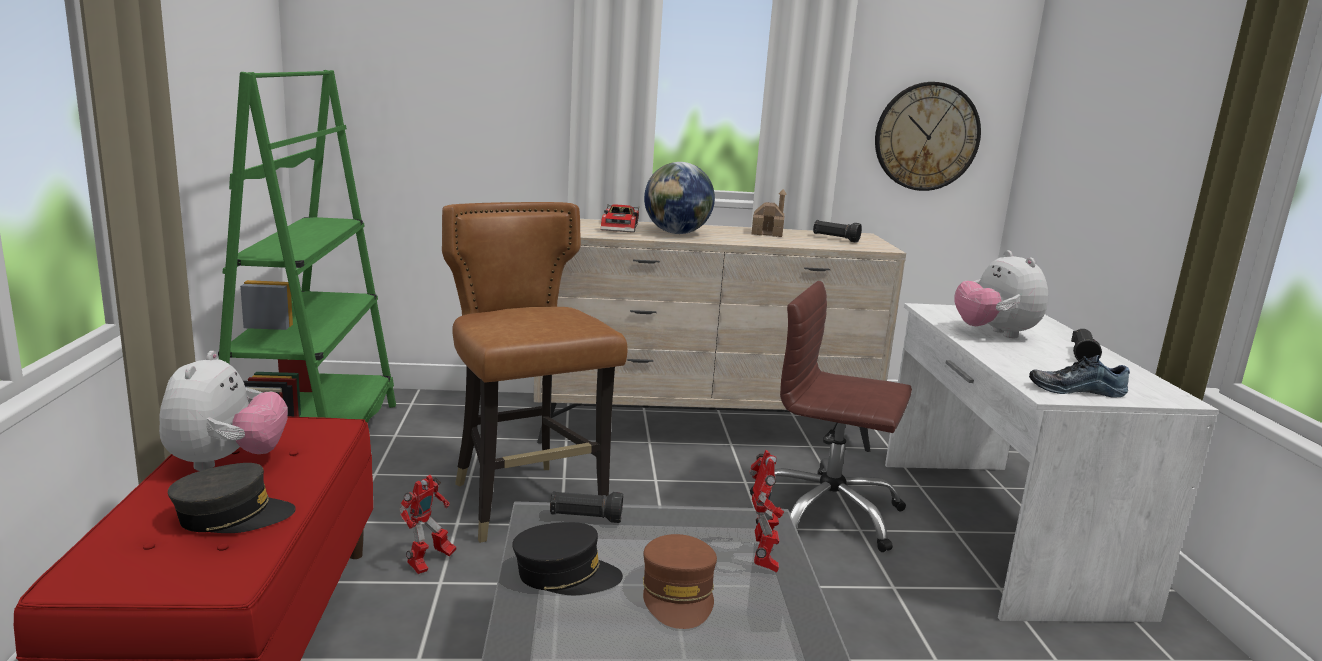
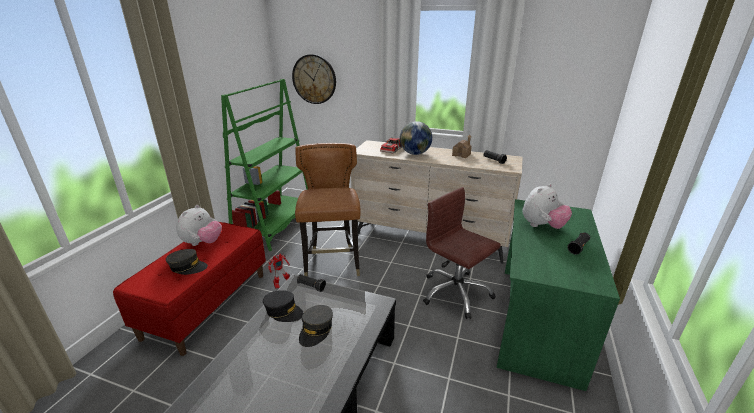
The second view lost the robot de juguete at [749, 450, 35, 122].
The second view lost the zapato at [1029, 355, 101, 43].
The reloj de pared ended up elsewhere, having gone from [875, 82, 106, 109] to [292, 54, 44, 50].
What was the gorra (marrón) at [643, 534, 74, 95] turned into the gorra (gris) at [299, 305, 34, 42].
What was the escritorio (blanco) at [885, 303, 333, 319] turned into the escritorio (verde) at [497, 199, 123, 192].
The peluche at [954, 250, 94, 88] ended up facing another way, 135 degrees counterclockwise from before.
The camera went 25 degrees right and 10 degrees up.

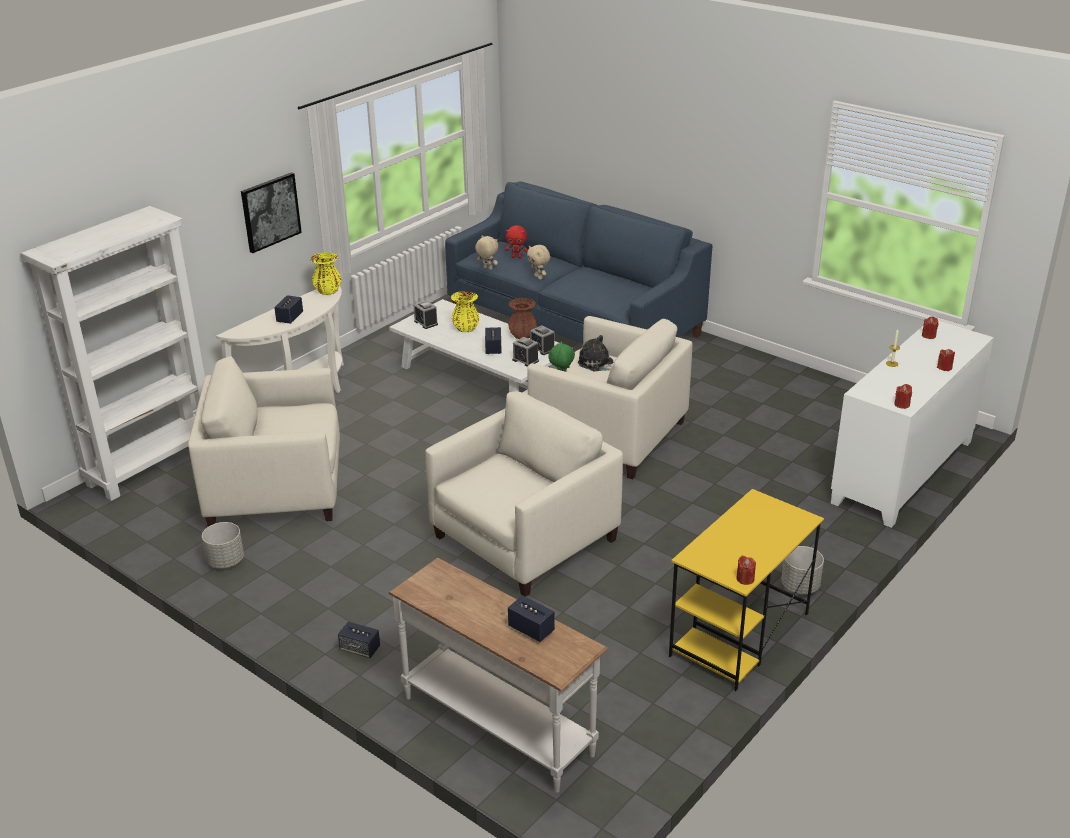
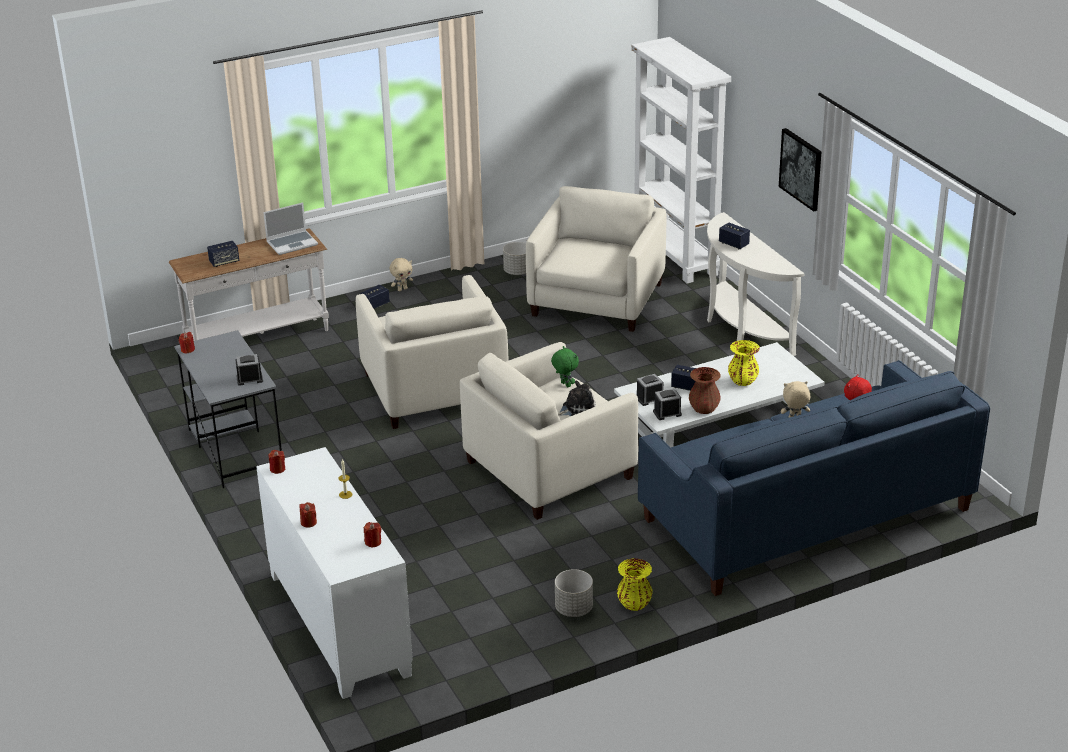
The second view gained the portátil at [263, 202, 55, 53].
The florero (amarillo) ended up elsewhere, having gone from [310, 252, 31, 43] to [617, 558, 35, 53].
The despertador ended up elsewhere, having gone from [414, 300, 24, 29] to [235, 354, 28, 32].
The peluche (beis) ended up elsewhere, having gone from [475, 236, 23, 34] to [390, 258, 23, 33].
The maceta (gris) ended up elsewhere, having gone from [781, 546, 43, 48] to [555, 569, 38, 48].
What was the escritorio (amarillo) at [669, 489, 155, 202] turned into the escritorio (gris) at [174, 330, 108, 158].
The camera went 115 degrees right and 0 degrees up.

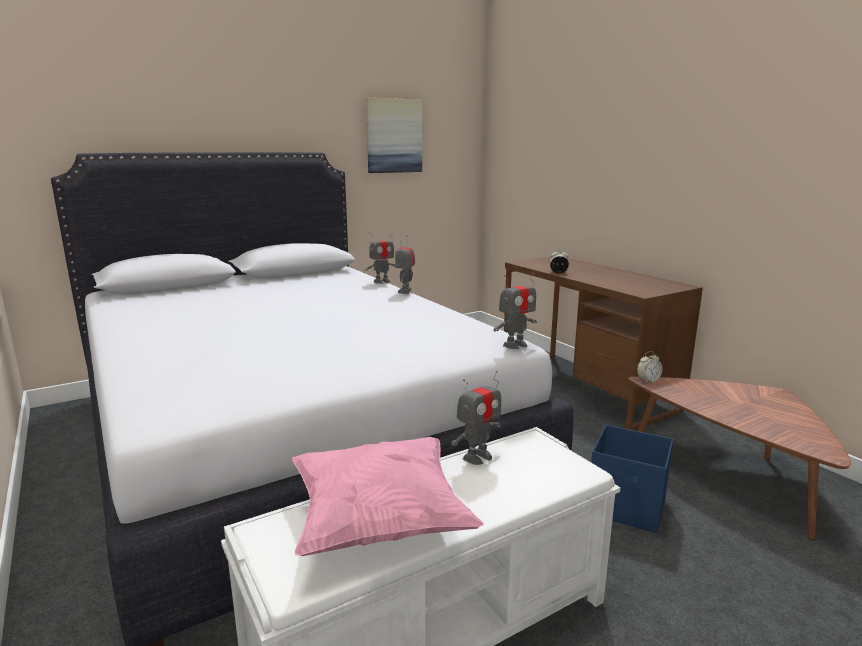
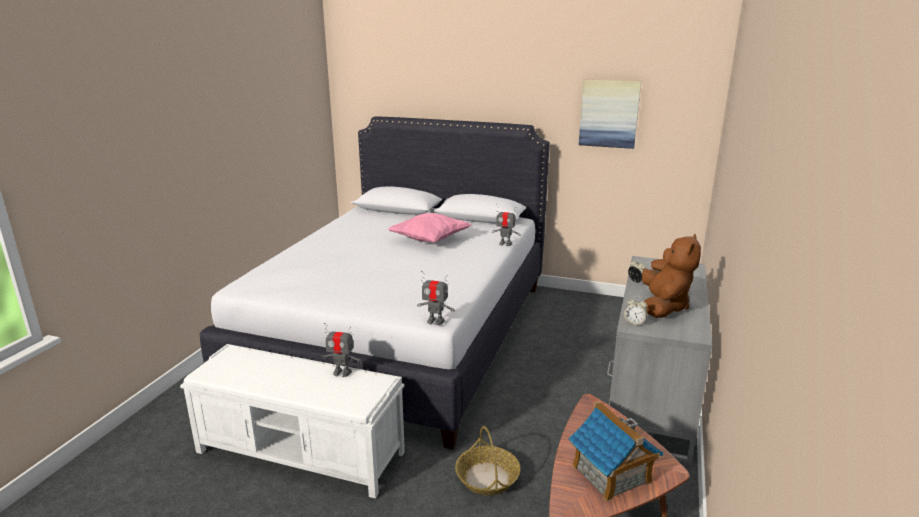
The second view lost the robot de juguete at [395, 236, 20, 58].
The second view gained the casita at [568, 401, 96, 100].
The second view gained the peluche (marrón) at [642, 233, 59, 85].
The cojín (rosa) ended up elsewhere, having gone from [292, 437, 192, 119] to [388, 213, 83, 30].
The despertador ended up elsewhere, having gone from [637, 351, 26, 32] to [624, 297, 24, 29].
Where the caja de almacenaje (azul) stood at [591, 425, 82, 108], the cesta came to stand at [455, 426, 66, 69].
What was the escritorio (marrón) at [504, 257, 199, 173] turned into the escritorio (gris) at [607, 256, 105, 207].
The camera went 50 degrees right and 5 degrees up.

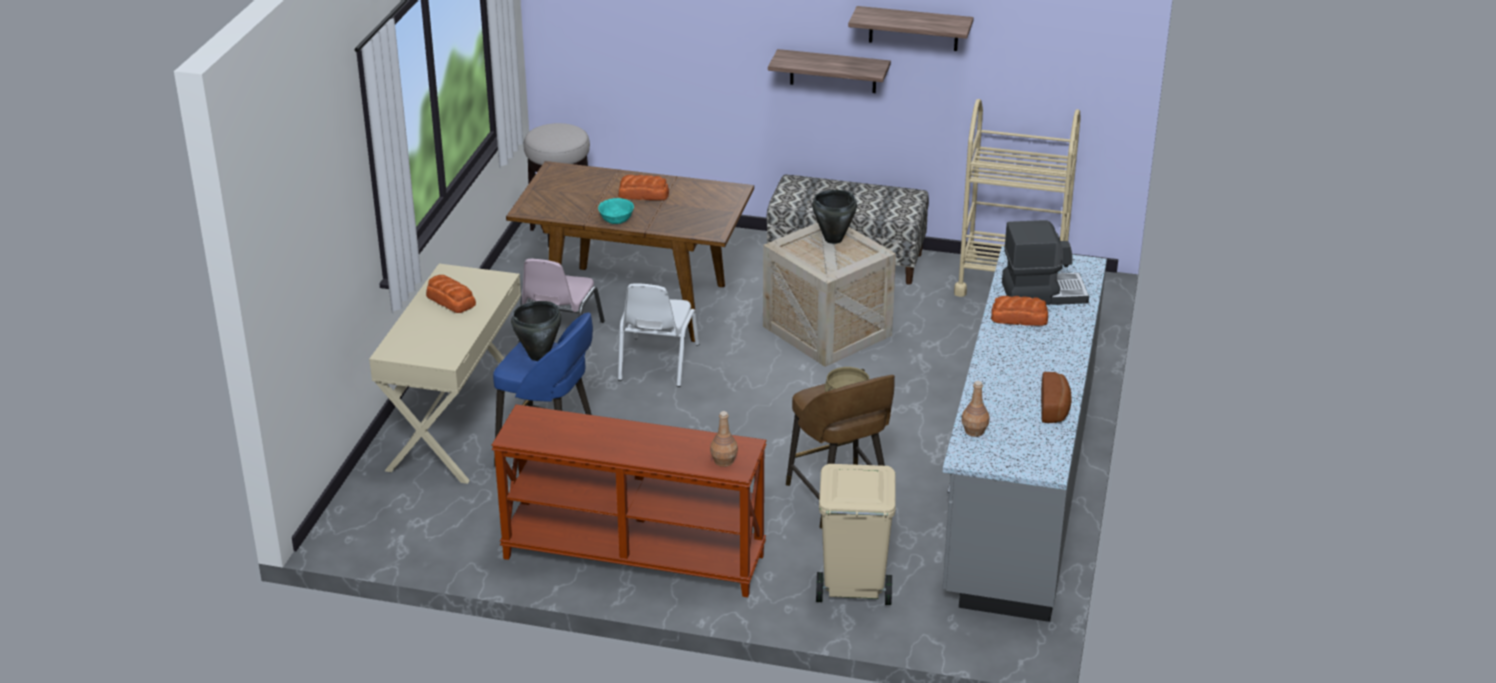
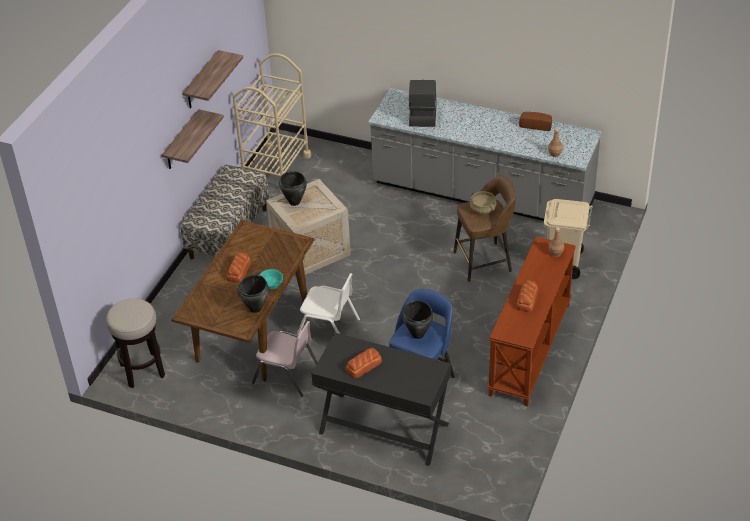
The second view gained the olla (negro) at [238, 275, 30, 38].
The pan ended up elsewhere, having gone from [991, 296, 57, 30] to [516, 280, 22, 32].
What was the escritorio (beis) at [369, 264, 152, 220] turned into the escritorio (negro) at [311, 333, 140, 133].
The camera went 80 degrees left and 10 degrees up.

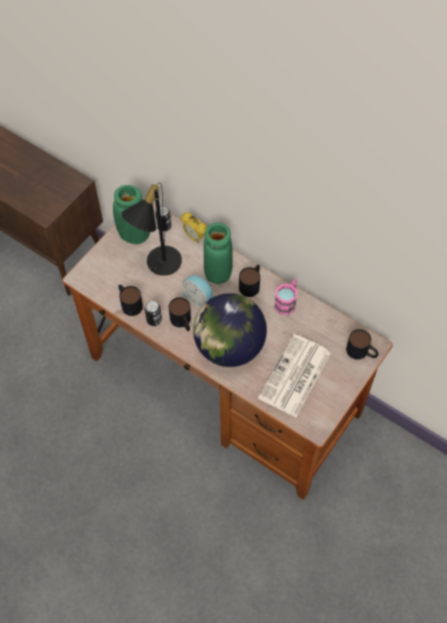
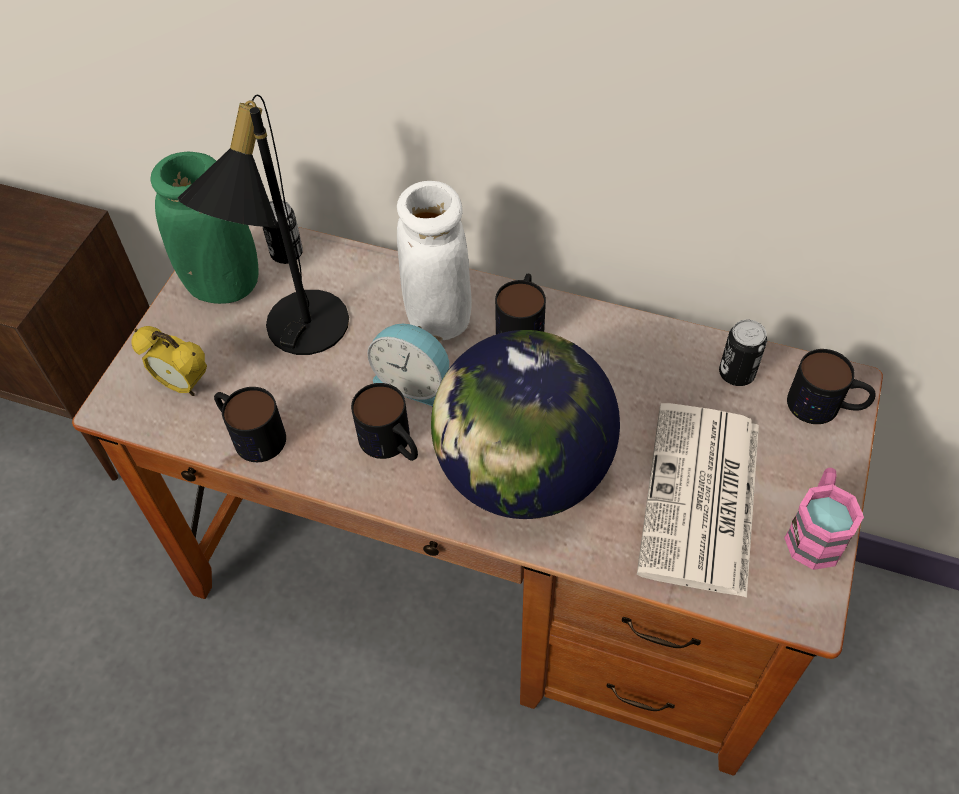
The lata ended up elsewhere, having gone from [145, 300, 17, 26] to [719, 320, 48, 66].
The despertador ended up elsewhere, having gone from [181, 212, 26, 31] to [131, 326, 76, 70].
The taza grande (rosa) ended up elsewhere, having gone from [274, 279, 23, 36] to [784, 468, 80, 102].
What was the florero (verde) at [204, 223, 29, 61] turned into the florero (blanco) at [397, 181, 75, 159].
The camera went 15 degrees left and 5 degrees down.

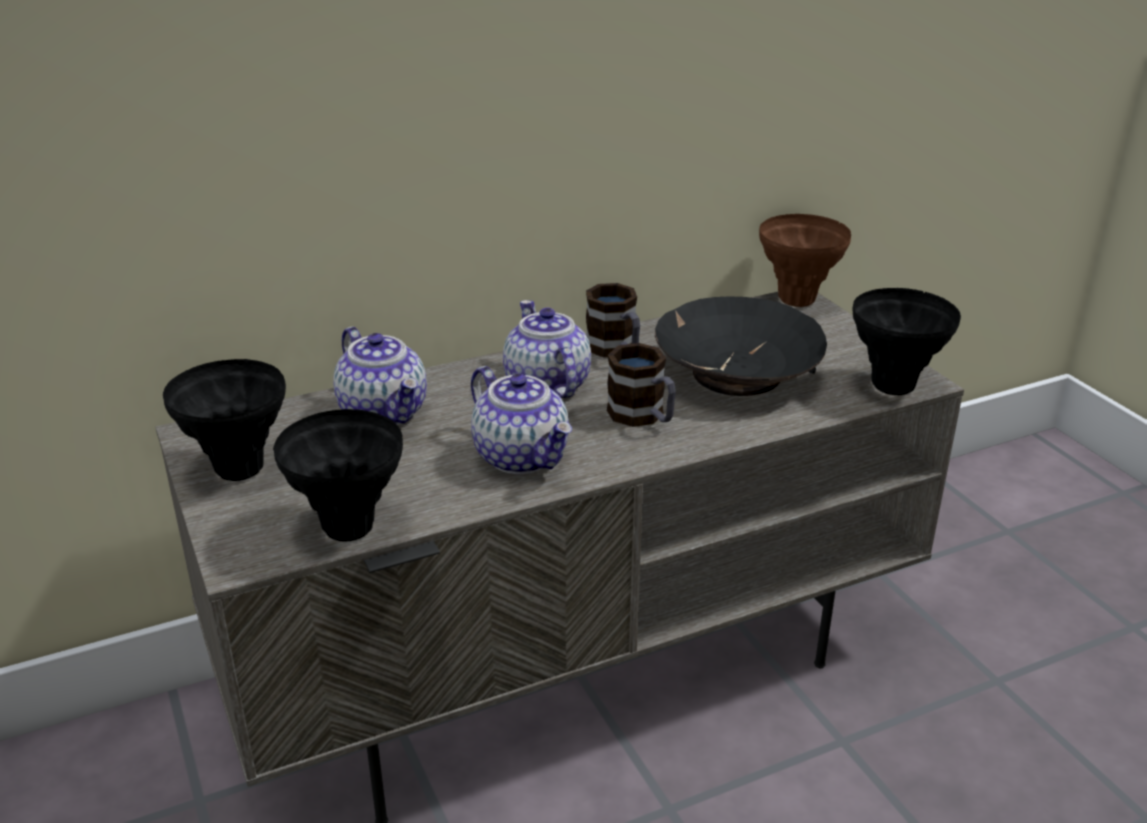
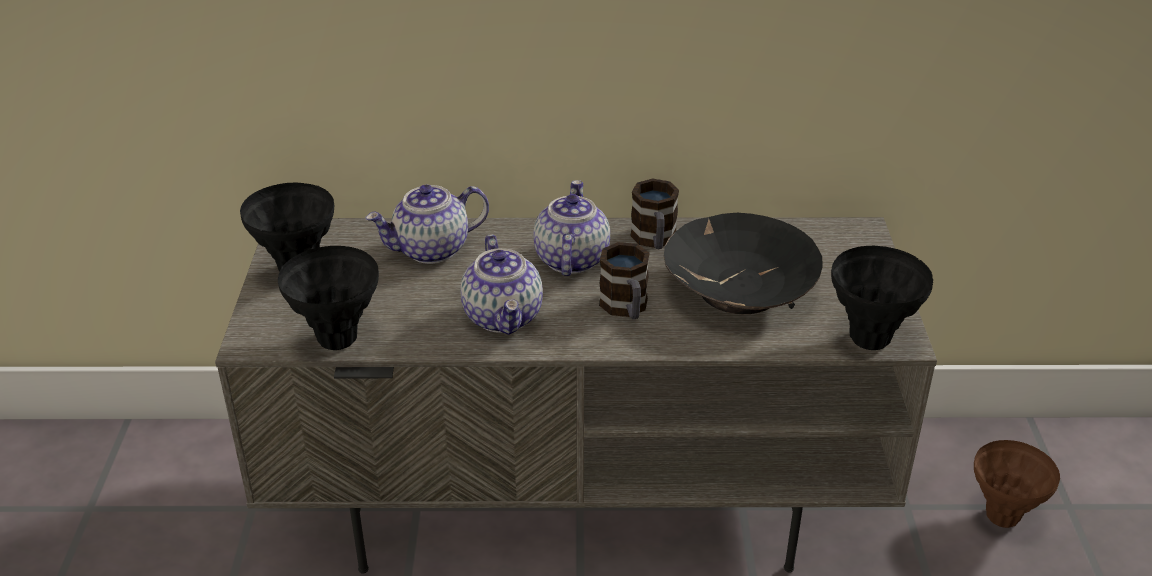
The florero (marrón) ended up elsewhere, having gone from [759, 214, 92, 93] to [974, 440, 86, 88].
The tetera at [333, 327, 94, 98] ended up facing another way, 75 degrees clockwise from before.
The camera went 25 degrees right and 5 degrees up.

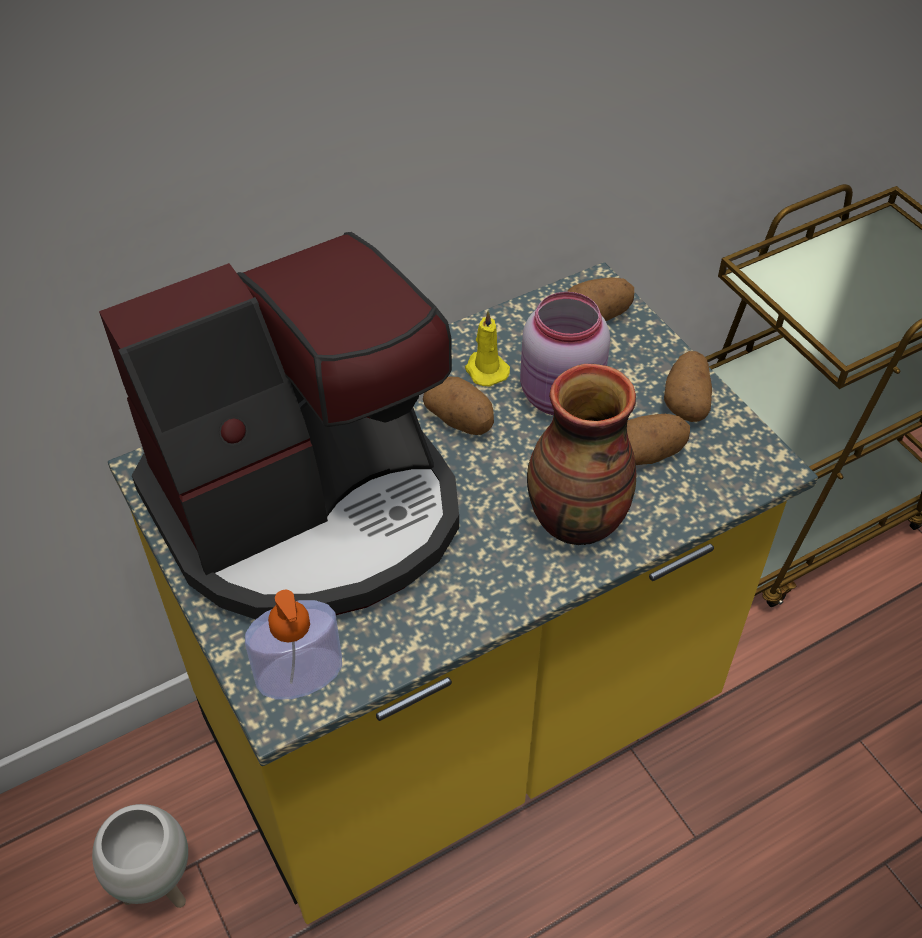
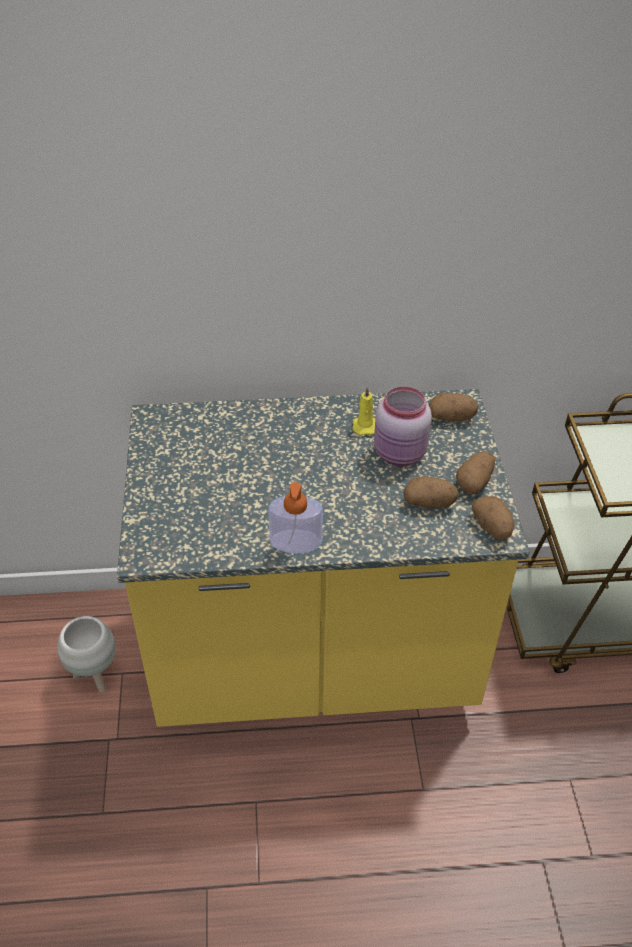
The second view lost the cafetera at [99, 232, 360, 387].
The second view lost the florero at [527, 364, 109, 181].
The dispensador de jabón ended up elsewhere, having gone from [245, 589, 97, 110] to [268, 482, 55, 72].
The patata ended up elsewhere, having gone from [423, 376, 71, 59] to [472, 496, 42, 44].
The camera went 25 degrees right and 5 degrees down.

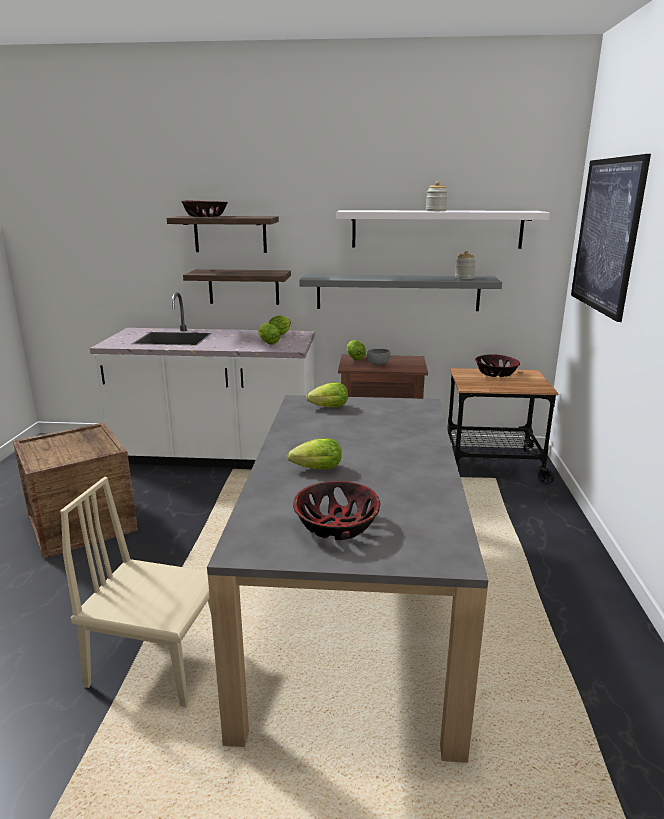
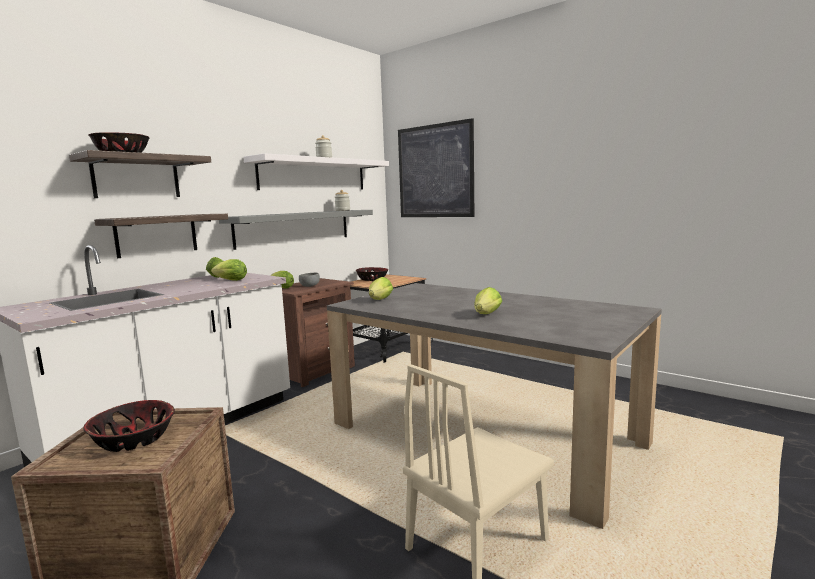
The cuenco ended up elsewhere, having gone from [293, 481, 87, 59] to [83, 400, 92, 52].
The camera went 55 degrees left and 10 degrees down.

